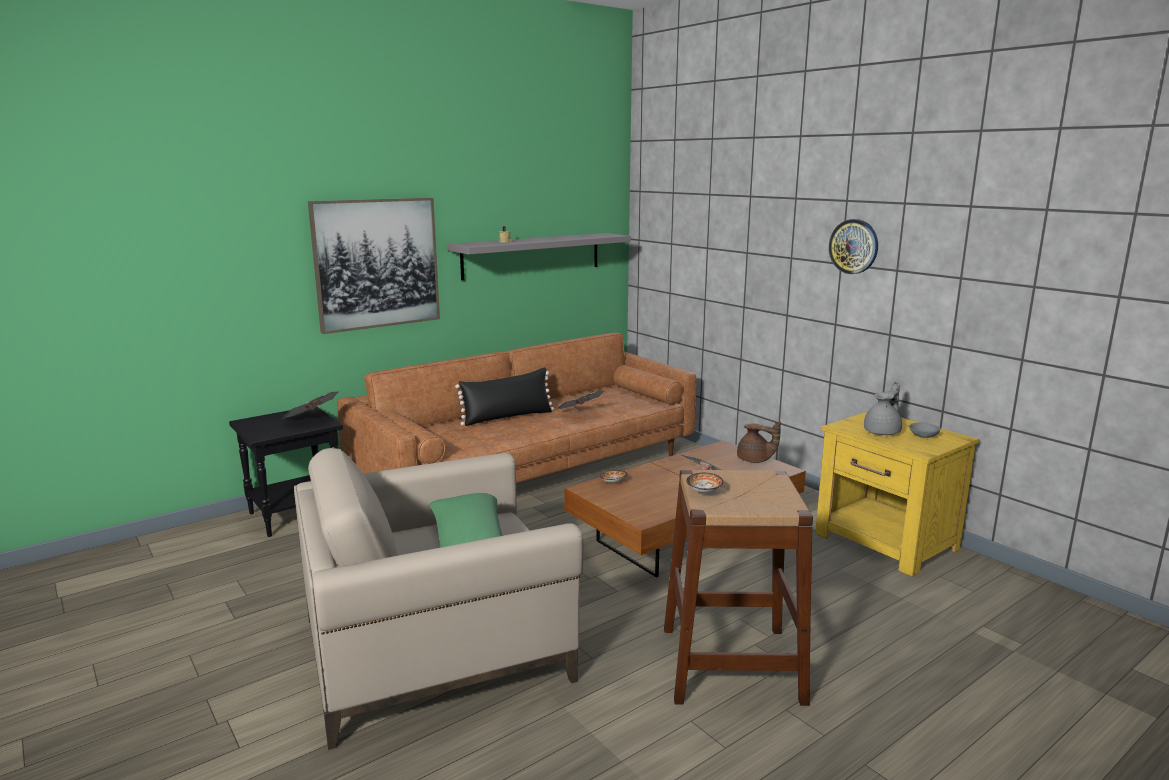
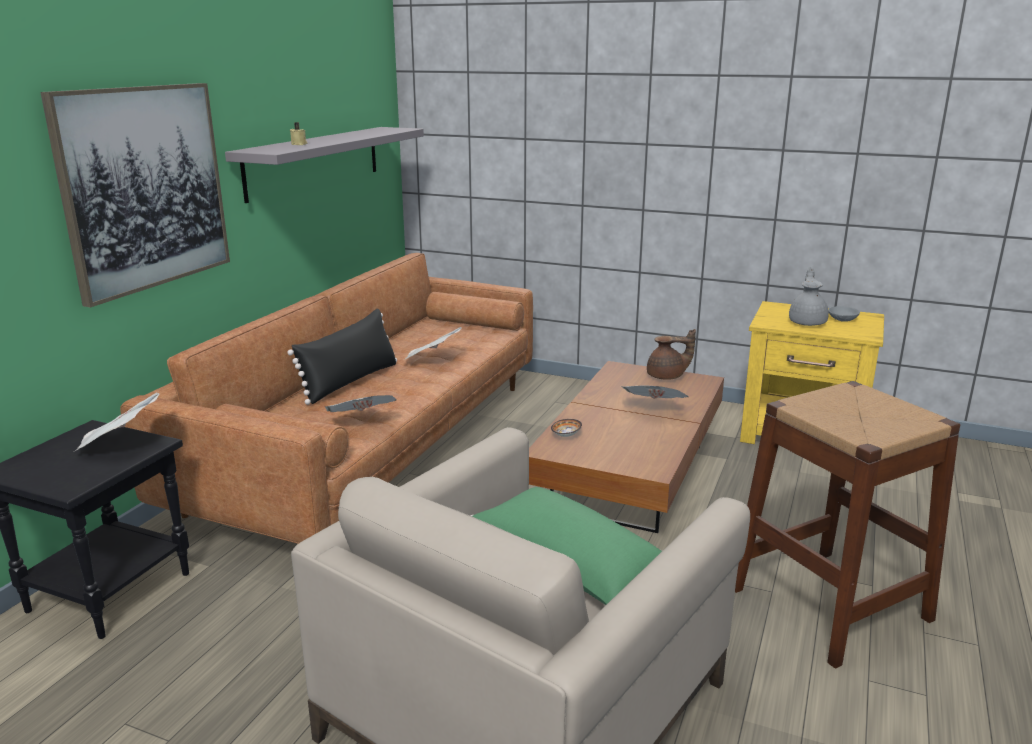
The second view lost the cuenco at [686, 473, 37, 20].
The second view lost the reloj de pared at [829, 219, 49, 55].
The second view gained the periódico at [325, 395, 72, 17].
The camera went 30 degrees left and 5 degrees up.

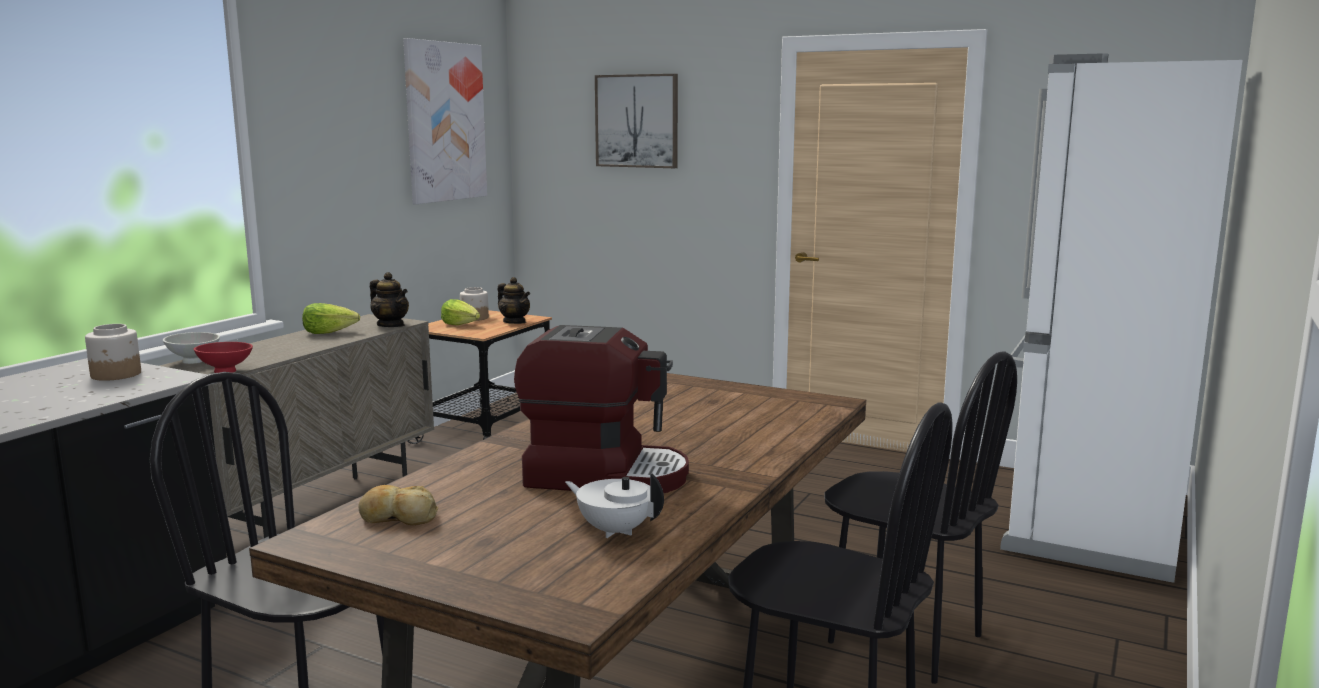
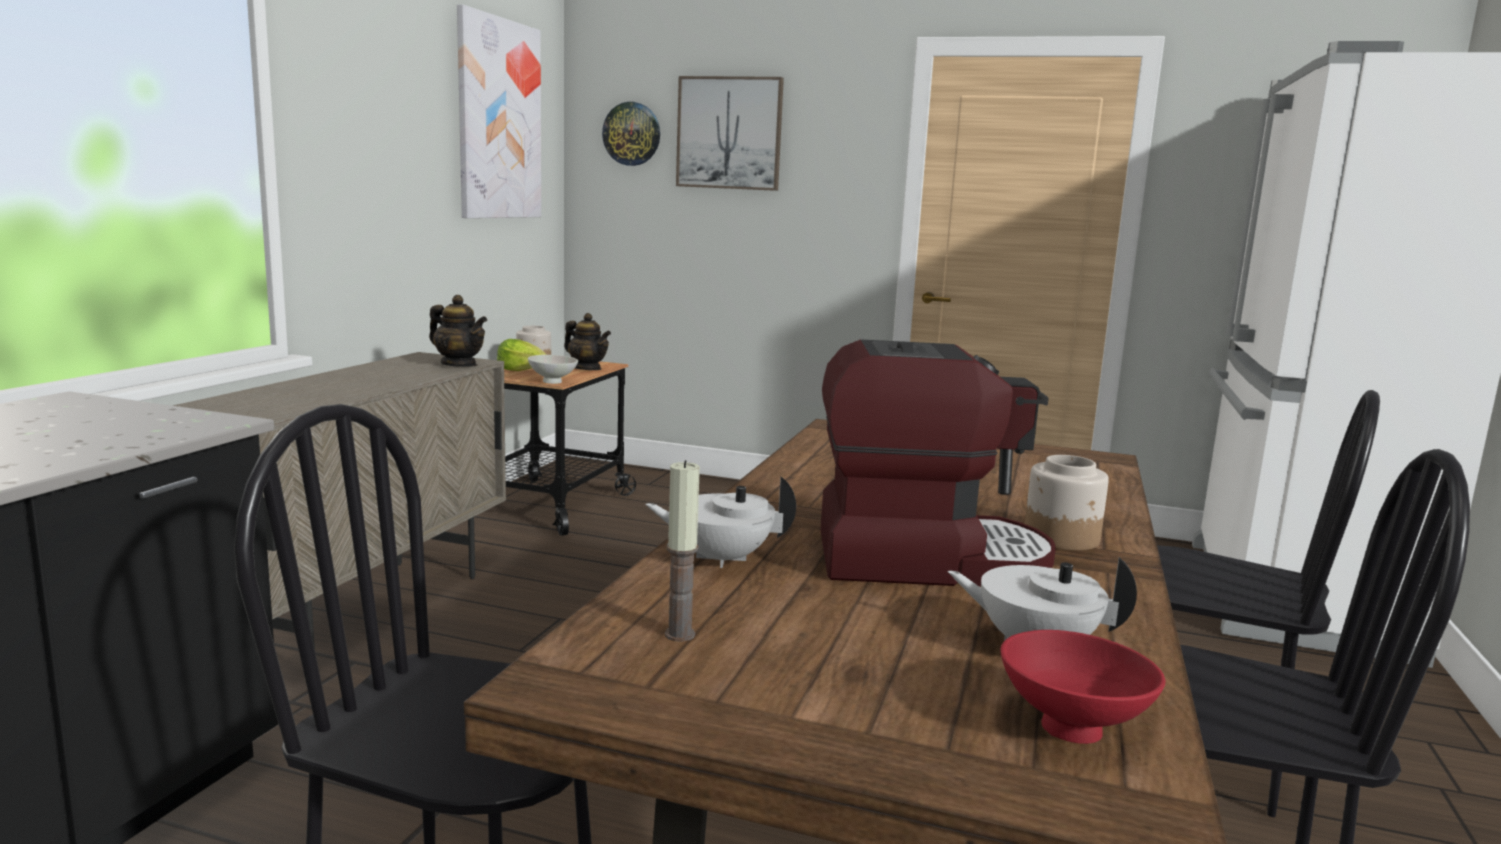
The second view lost the lechuga at [302, 303, 58, 31].
The second view gained the reloj de pared at [602, 102, 58, 64].
The second view gained the tetera (blanco) at [645, 477, 151, 91].
The tarro ended up elsewhere, having gone from [85, 324, 56, 57] to [1025, 455, 84, 96].
The cuenco (blanco) ended up elsewhere, having gone from [163, 332, 57, 32] to [528, 355, 50, 29].
The cuenco (rojo) ended up elsewhere, having gone from [194, 342, 59, 31] to [1000, 630, 166, 114].
Where the pan stood at [358, 485, 80, 40], the vela came to stand at [665, 460, 35, 182].
The camera went 10 degrees left and 0 degrees up.

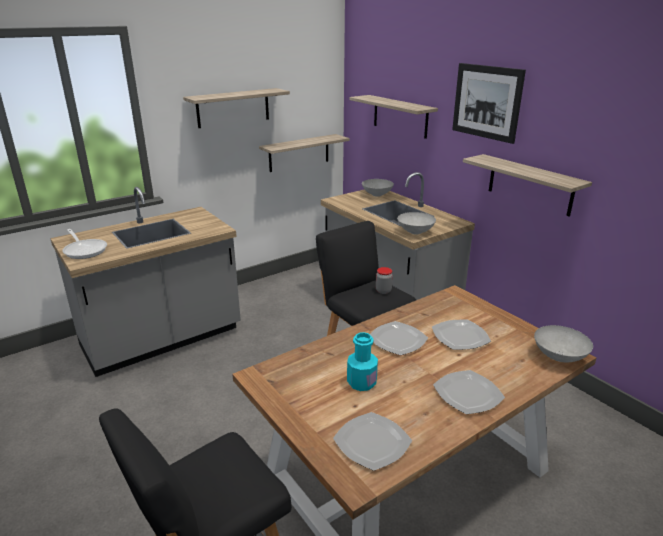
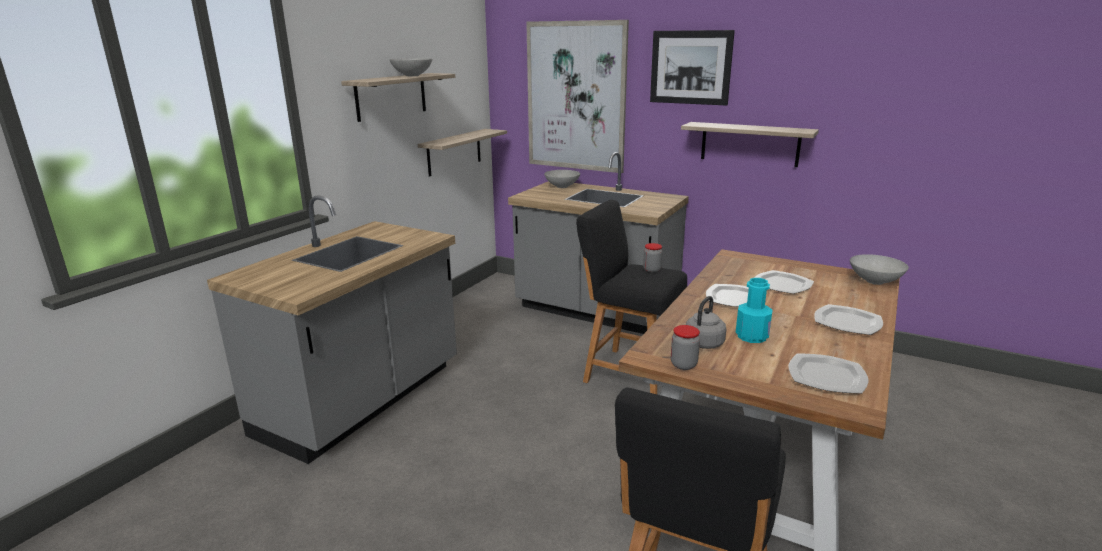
The second view lost the sartén at [62, 229, 45, 30].
The second view gained the tarro at [671, 325, 29, 45].
The second view gained the hervidor (gris) at [686, 296, 40, 53].
The cuenco (gris) ended up elsewhere, having gone from [397, 212, 39, 22] to [389, 58, 43, 18].
Where the estante hung at [350, 95, 88, 44], the cuadro came to hang at [526, 20, 103, 153].
The camera went 25 degrees left and 5 degrees down.

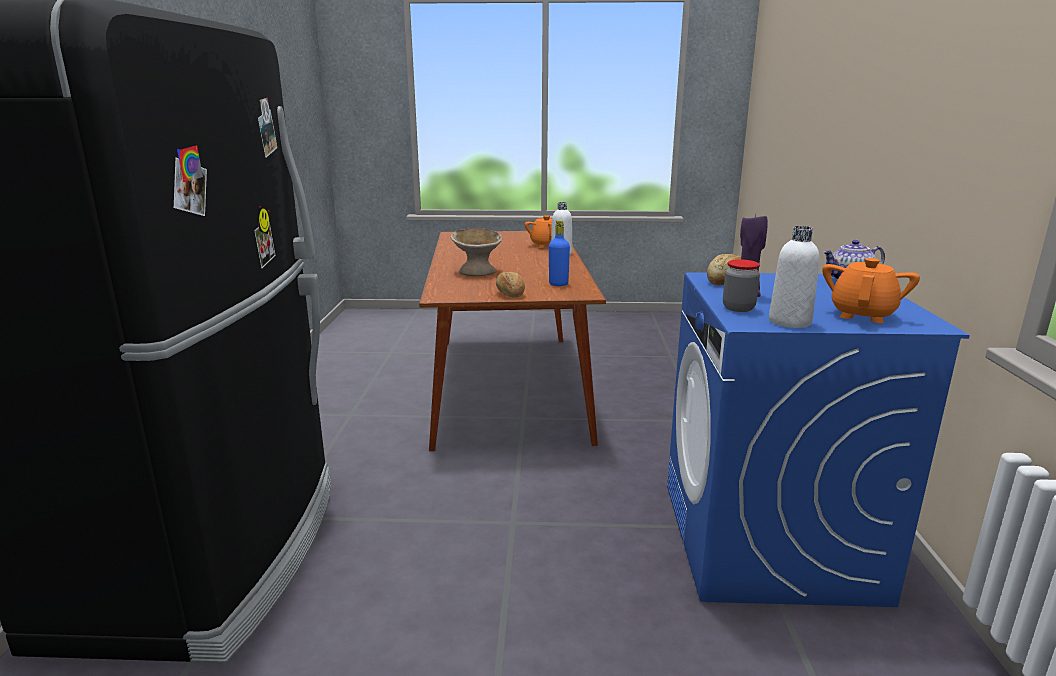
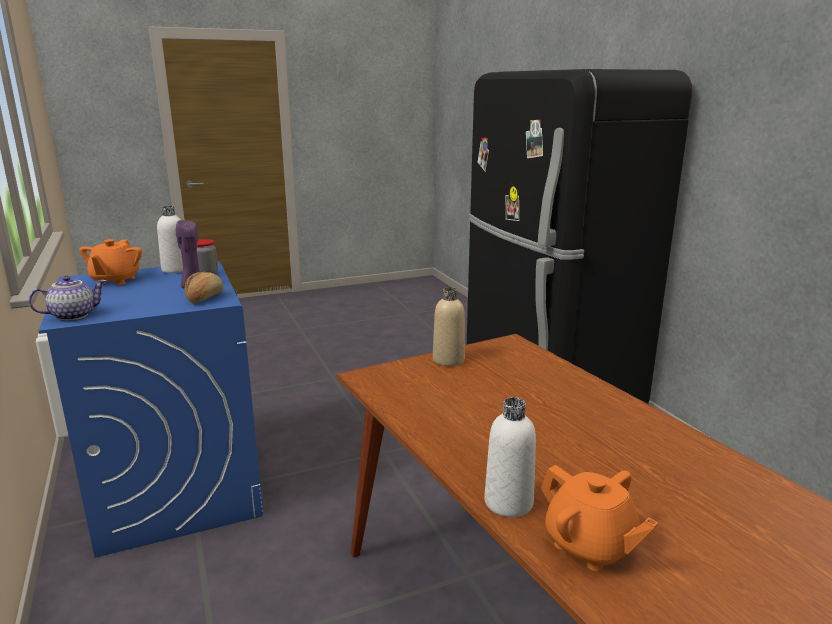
The second view lost the cuenco (beis) at [450, 228, 53, 48].
The second view lost the botella (azul) at [549, 220, 21, 66].
Where the pan stood at [496, 272, 29, 26], the botella (beis) came to stand at [433, 287, 32, 79].
The camera went 155 degrees right and 0 degrees up.

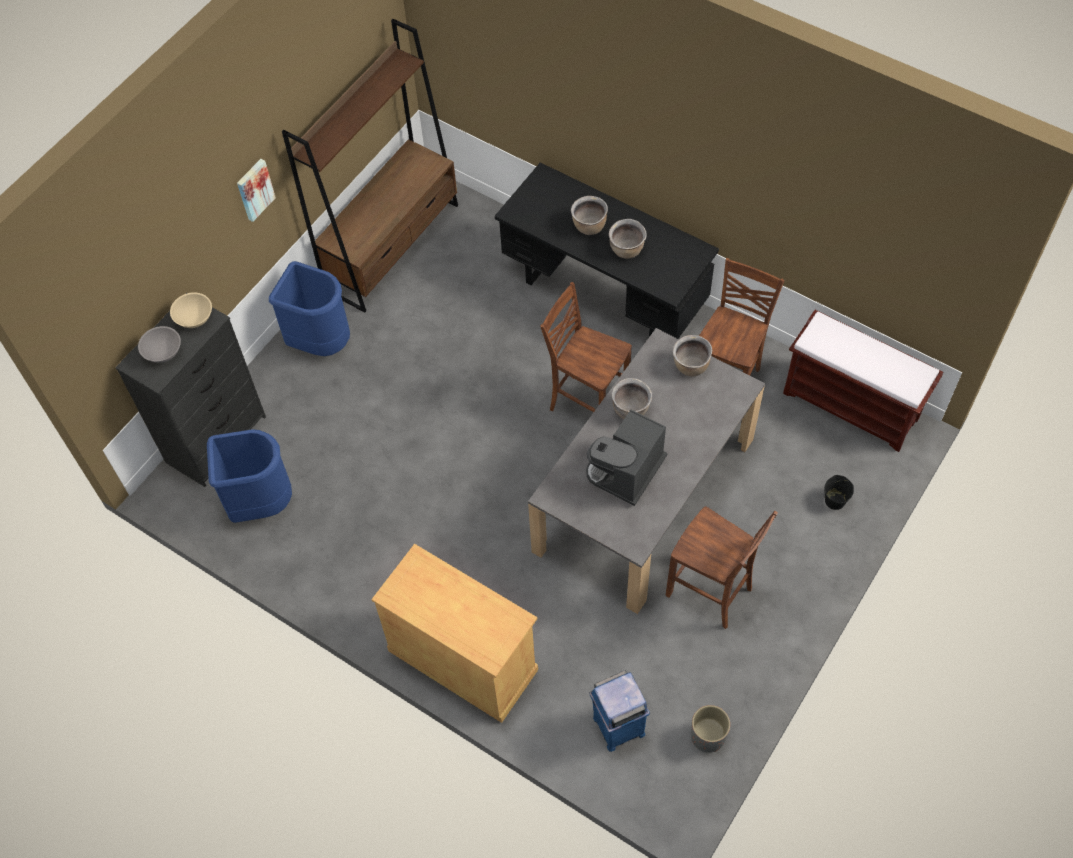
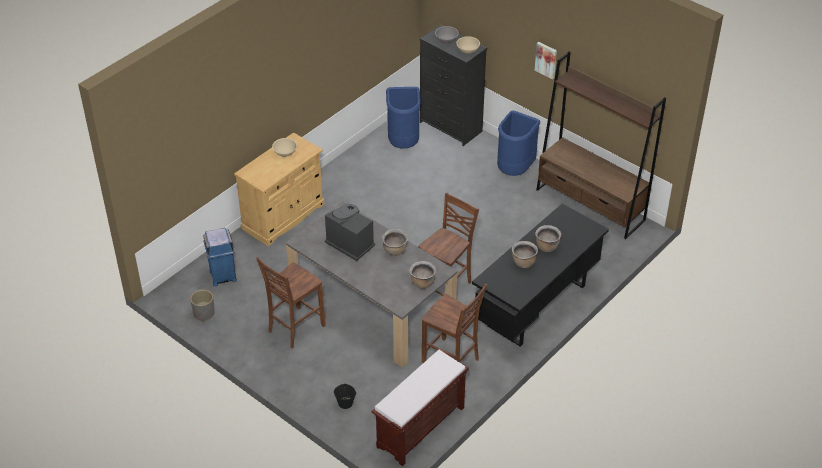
The second view gained the cuenco (beis) at [272, 138, 25, 19].
The camera went 95 degrees right and 15 degrees down.

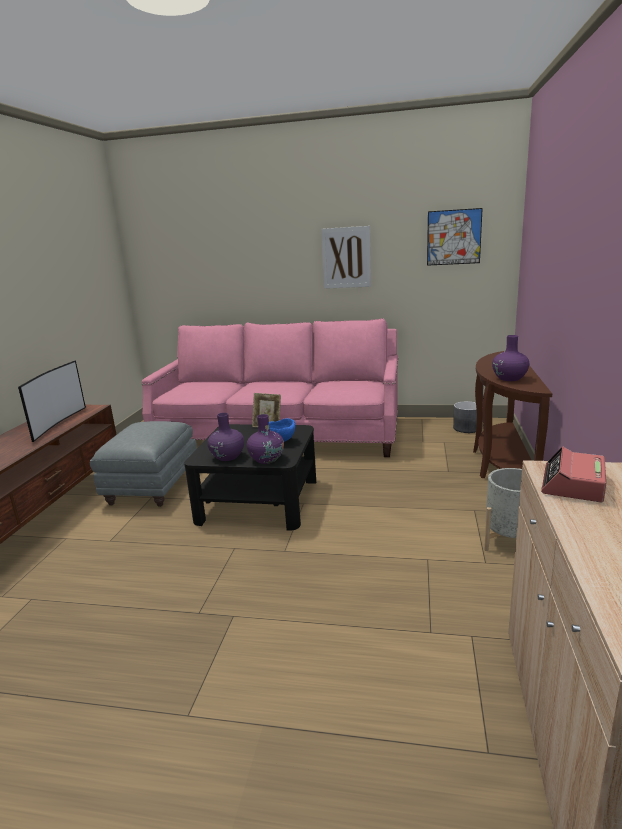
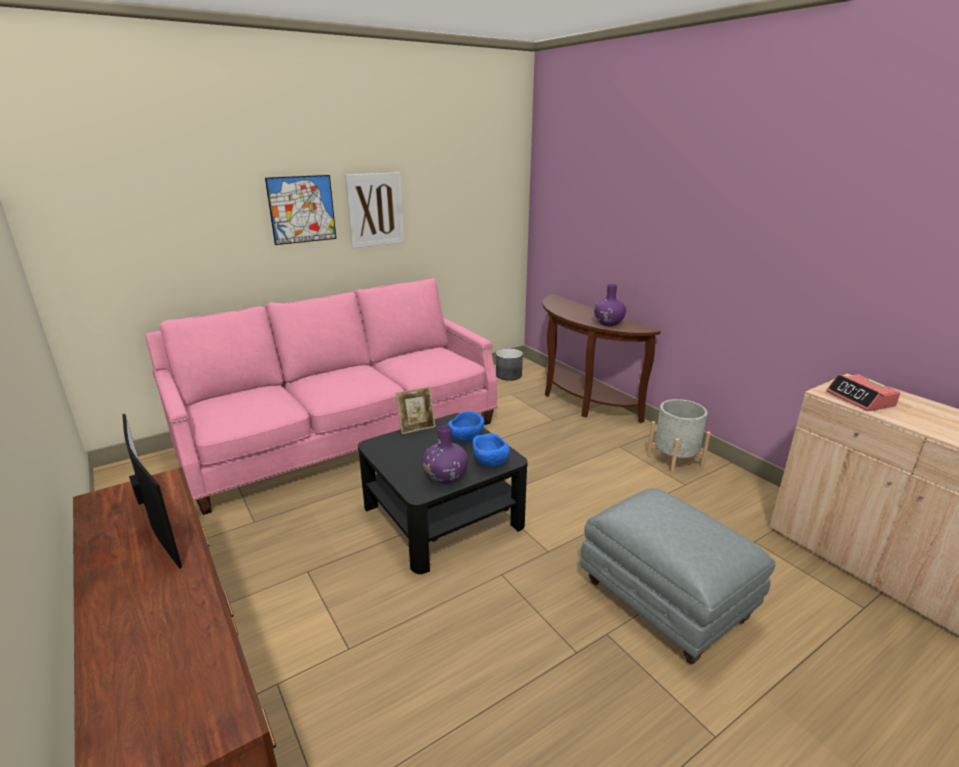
The puf (gris) ended up elsewhere, having gone from [90, 421, 107, 86] to [580, 488, 196, 176].
The cuadro ended up elsewhere, having gone from [427, 208, 56, 58] to [265, 175, 71, 70].
Where the florero (morado) stood at [247, 414, 37, 50], the cuenco (azul) came to stand at [472, 433, 38, 34].
The camera went 45 degrees left and 5 degrees up.

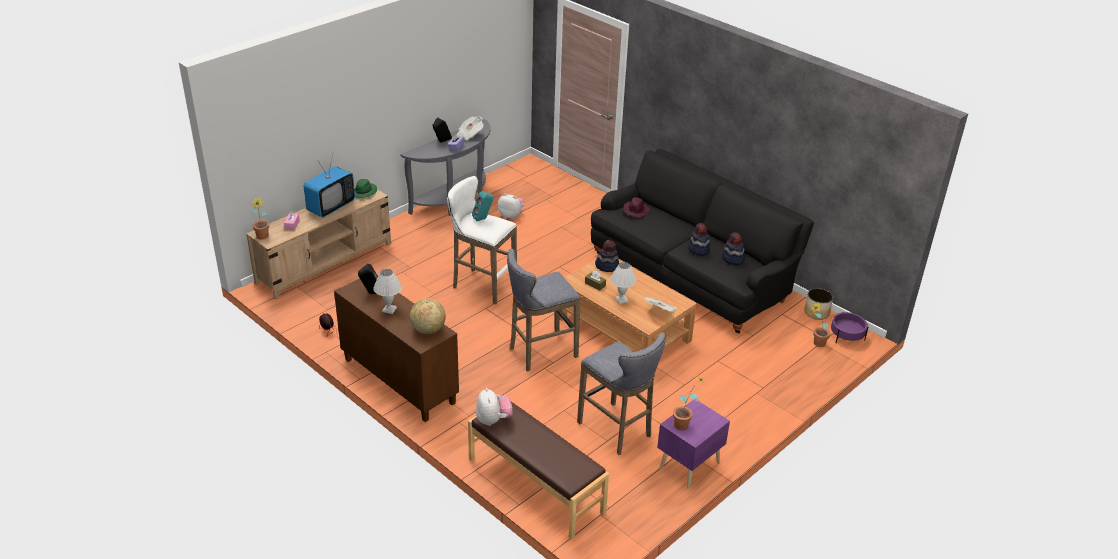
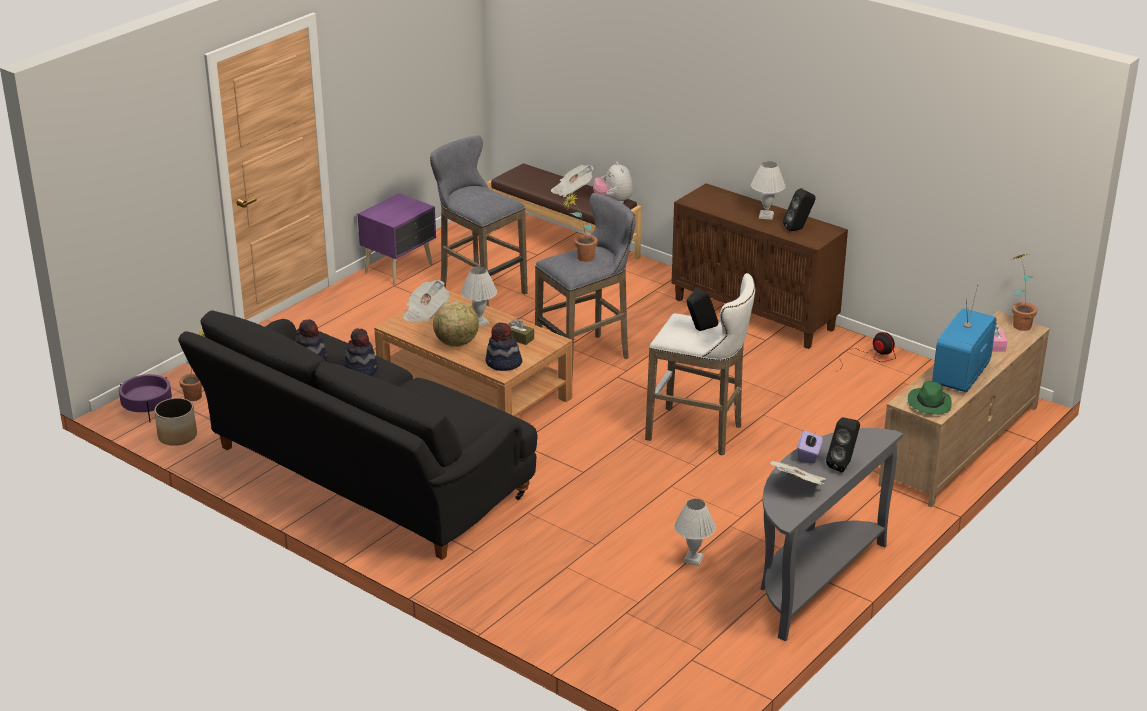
The second view lost the sombrero (morado) at [623, 197, 26, 20].
The second view gained the periódico at [551, 165, 43, 32].
The globo terráqueo ended up elsewhere, having gone from [410, 299, 36, 35] to [433, 301, 46, 46].
The planta en maceta ended up elsewhere, having gone from [673, 375, 32, 55] to [562, 193, 36, 69].
Where the peluche stood at [498, 193, 26, 27], the lámpara de mesa (blanco) came to stand at [674, 499, 42, 67].
What was the altavoz (turquesa) at [472, 191, 22, 30] turned into the altavoz (negro) at [687, 287, 32, 44].
The camera went 175 degrees right and 5 degrees down.

